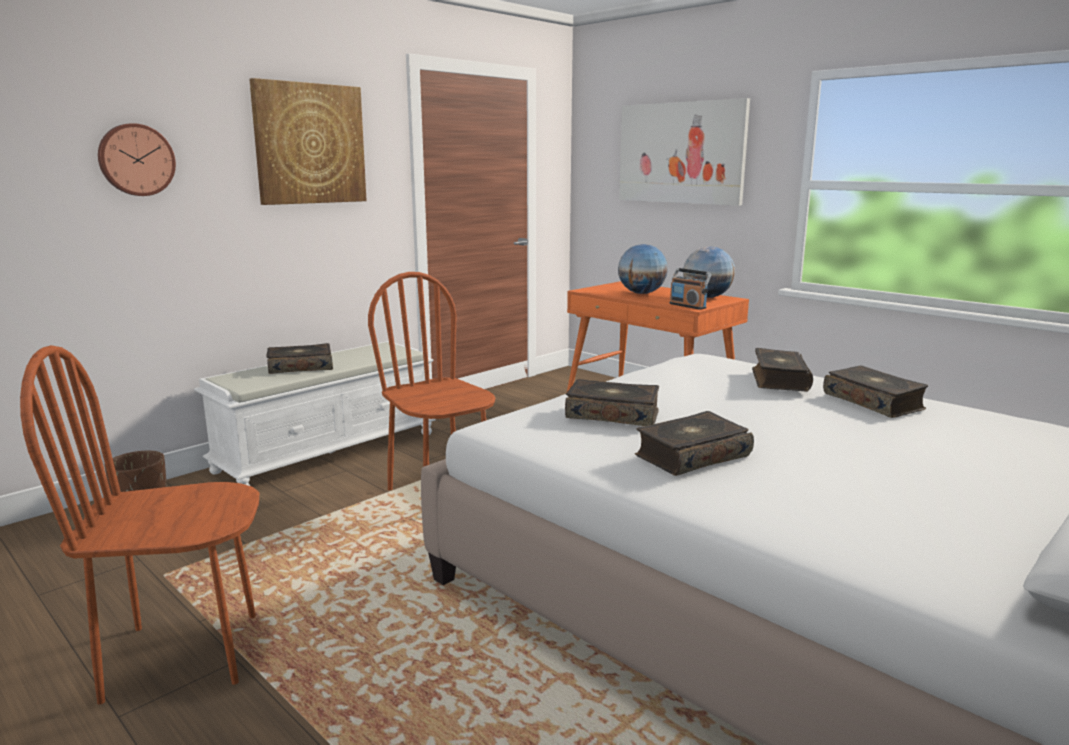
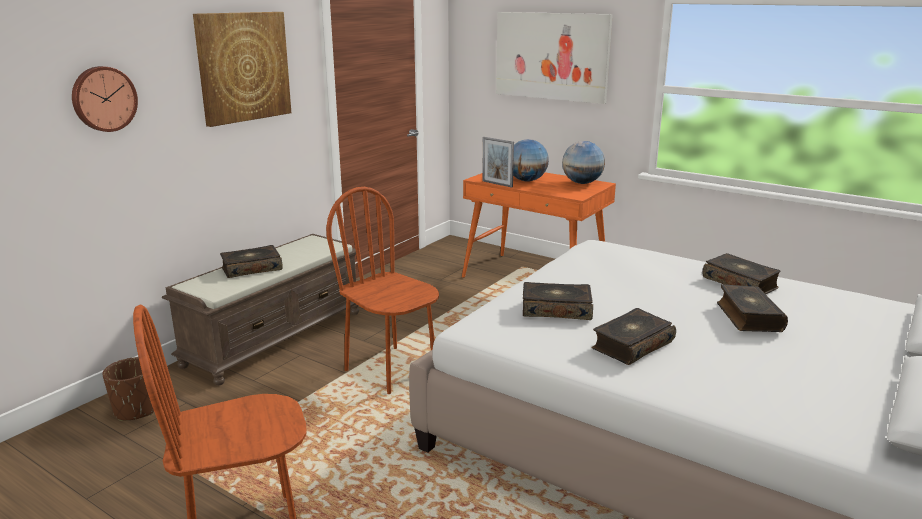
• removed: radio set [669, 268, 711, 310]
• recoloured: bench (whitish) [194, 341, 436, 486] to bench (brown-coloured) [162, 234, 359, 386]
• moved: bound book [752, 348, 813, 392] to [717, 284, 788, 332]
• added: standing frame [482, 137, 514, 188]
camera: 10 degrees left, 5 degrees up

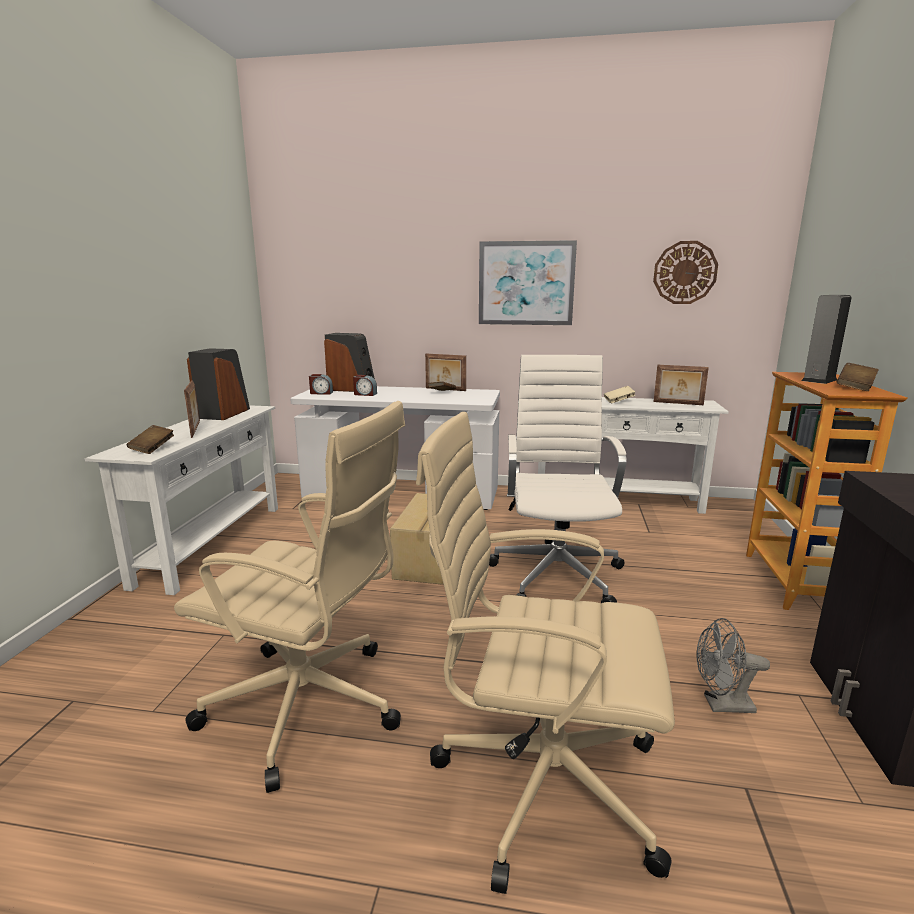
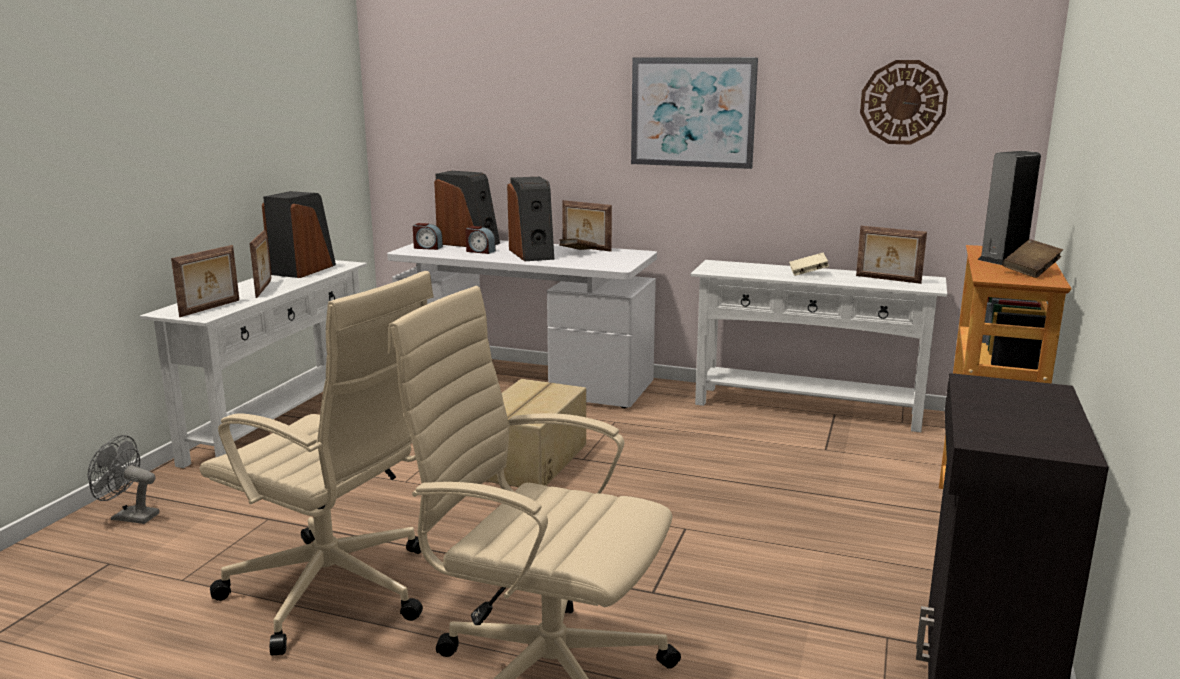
• removed: computer chair (whitish) [489, 355, 627, 603]
• replaced: bound book (brown-coloured) [127, 425, 174, 454] to standing frame [171, 245, 239, 317]
• moved: cooling fan (grey) [696, 618, 770, 713] to [88, 435, 159, 524]
• added: audio speaker [507, 177, 554, 261]
camera: 10 degrees right, 0 degrees up

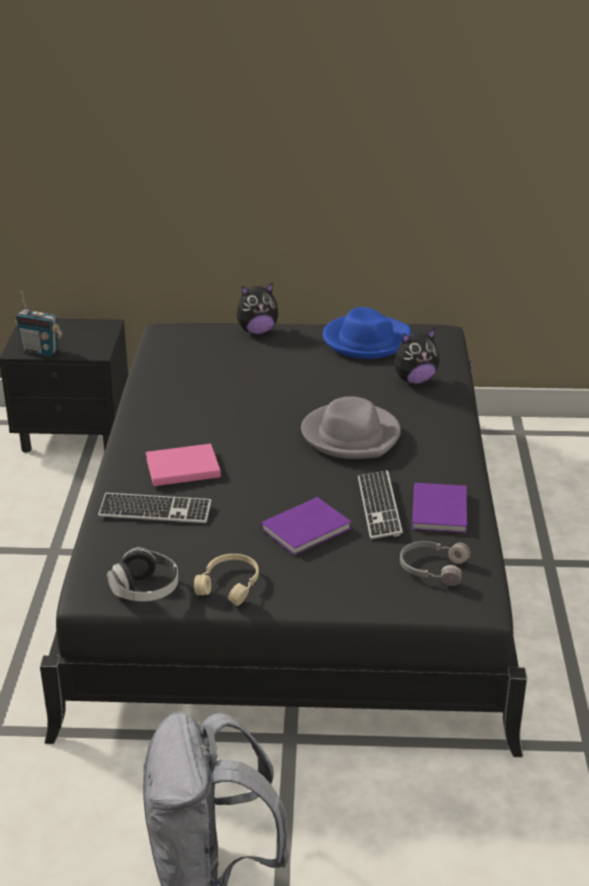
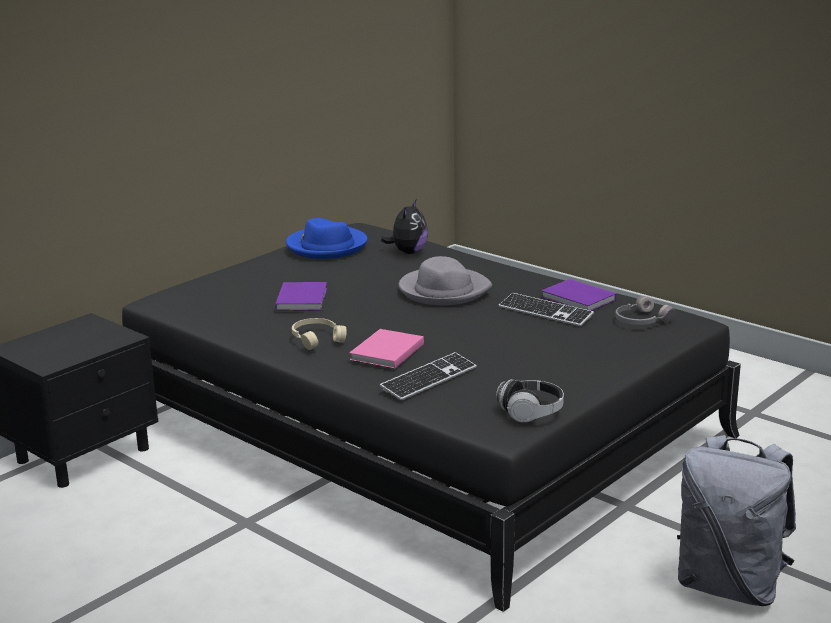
• removed: cuddly toy [237, 282, 278, 334]
• removed: radio set [15, 291, 63, 356]
• moved: bound book (purple) [261, 497, 351, 556] to [275, 282, 327, 311]
• moved: headset (sand-coloured) [194, 554, 259, 606] to [292, 318, 347, 350]
camera: 50 degrees left, 10 degrees down

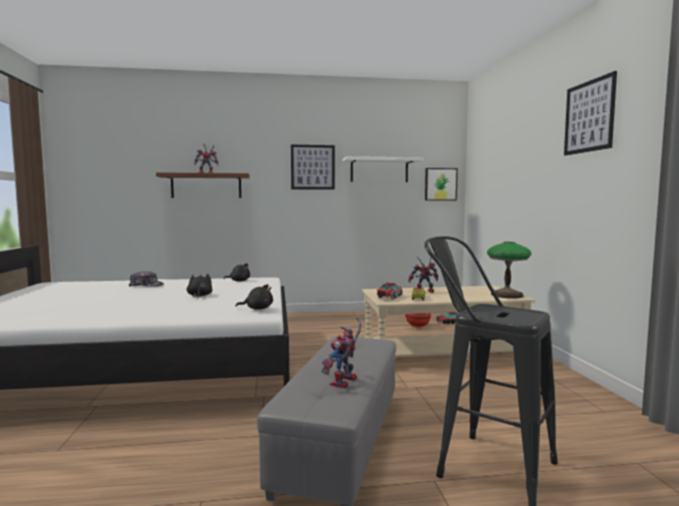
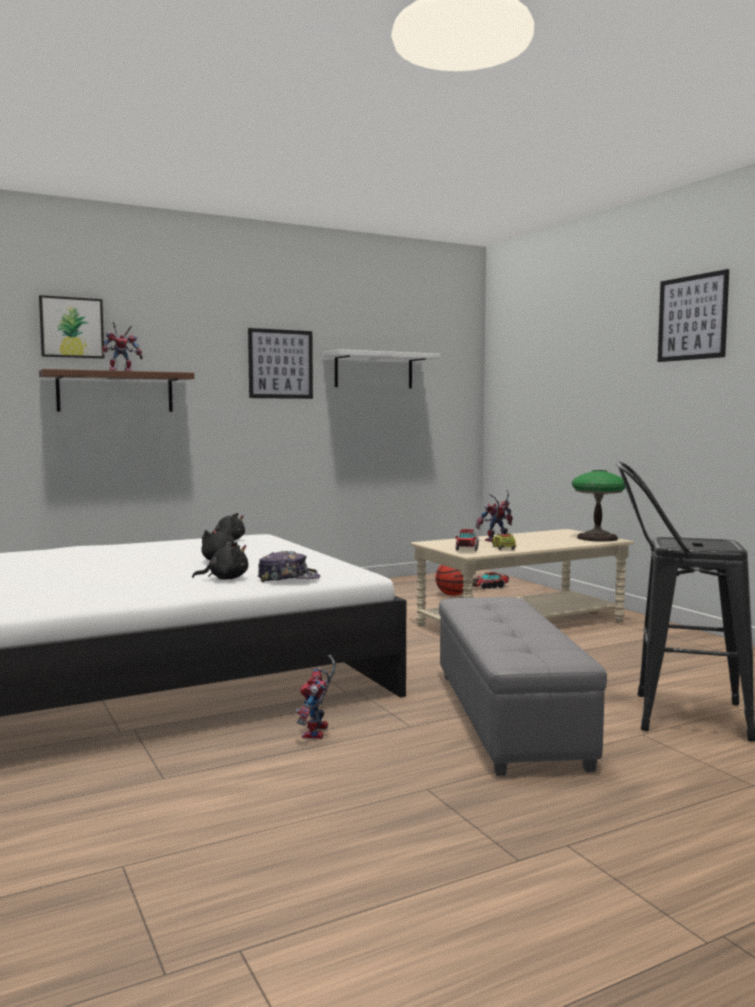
• moved: wall art [425, 168, 458, 201] to [39, 295, 104, 358]
• moved: peaked cap [129, 271, 164, 287] to [258, 551, 320, 582]
• moved: cuddly toy (black-coloured) [236, 284, 273, 310] to [192, 542, 248, 580]
• moved: toy robot [321, 317, 361, 388] to [296, 655, 336, 739]
camera: 20 degrees left, 0 degrees up

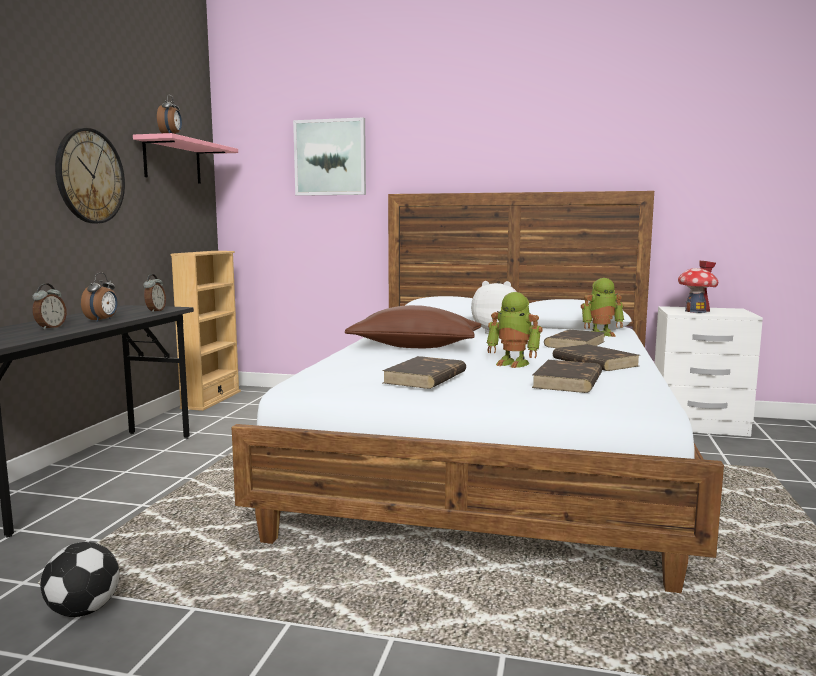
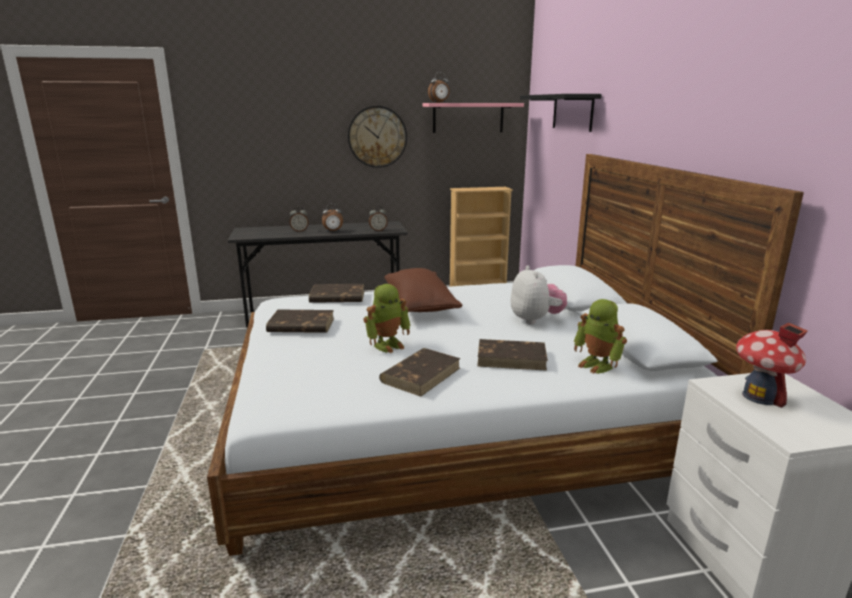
• replaced: wall art [293, 118, 366, 196] to bracket shelf (black-coloured) [520, 94, 602, 132]
• turned: toy robot [487, 292, 543, 368] = [363, 284, 411, 353] 135 degrees counterclockwise
• moved: bound book (brown-coloured) [532, 360, 602, 393] to [309, 284, 364, 303]
• removed: ball for football [40, 542, 119, 617]
camera: 65 degrees right, 10 degrees up

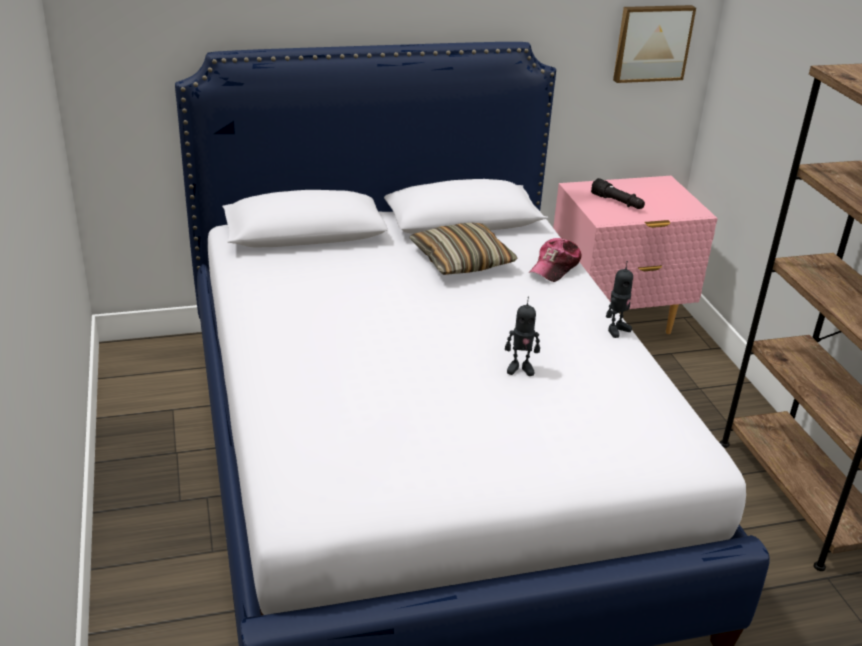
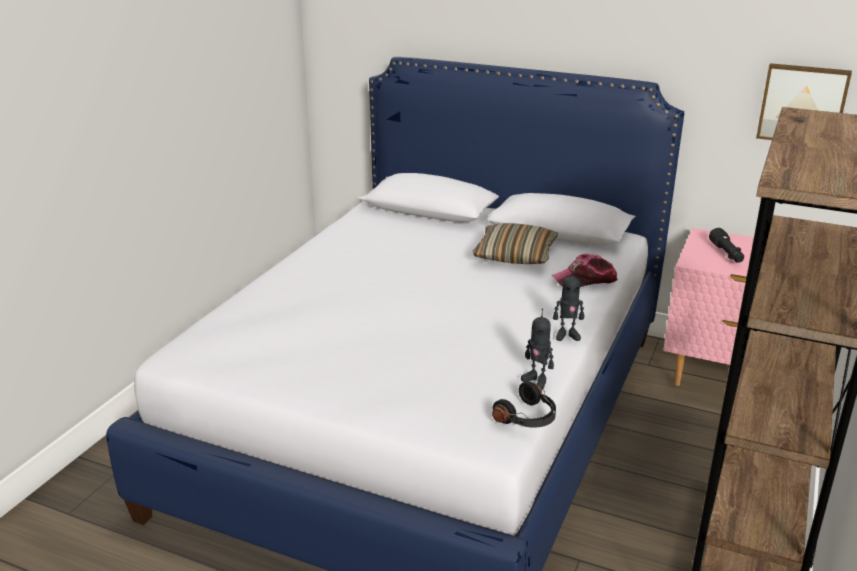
• moved: toy robot [505, 296, 540, 376] to [521, 308, 554, 389]
• added: headset (black-coloured) [492, 381, 556, 427]
camera: 40 degrees right, 5 degrees down

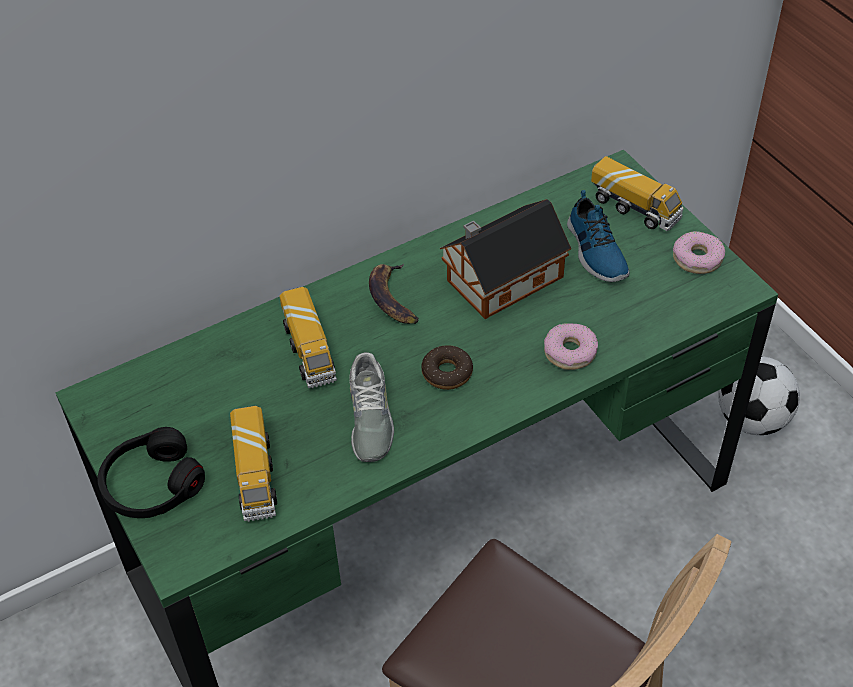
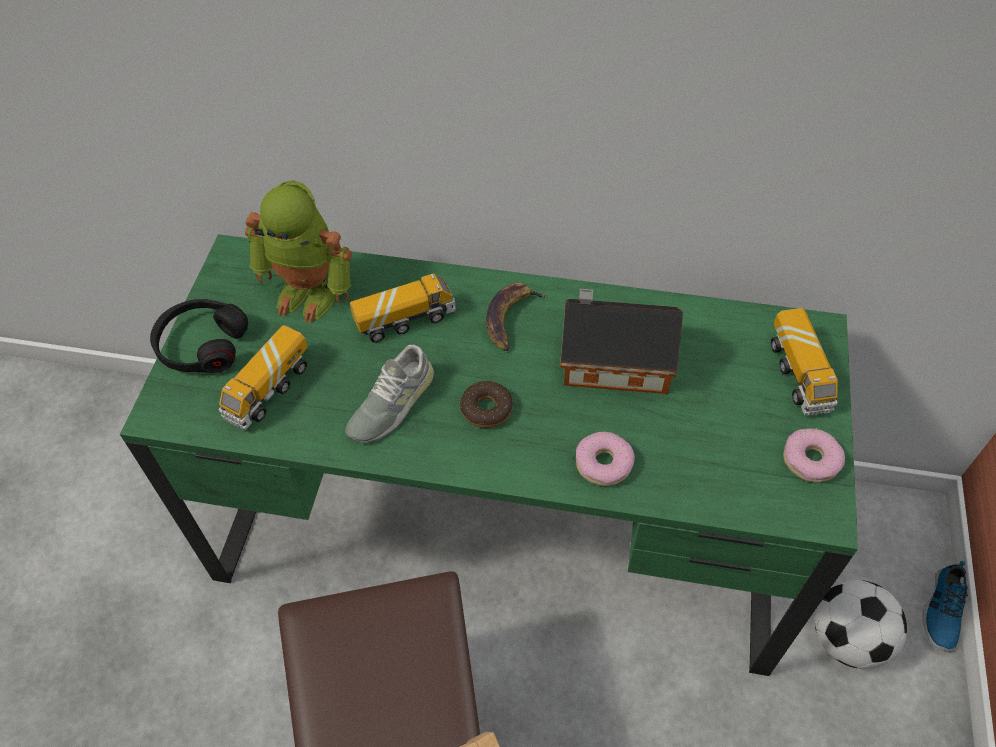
• moved: shoe [567, 190, 630, 282] to [922, 561, 968, 652]
• turned: toy lorry [279, 287, 337, 388] = [350, 273, 456, 343] 135 degrees counterclockwise
• added: toy robot [245, 180, 352, 324]
camera: 40 degrees right, 5 degrees up

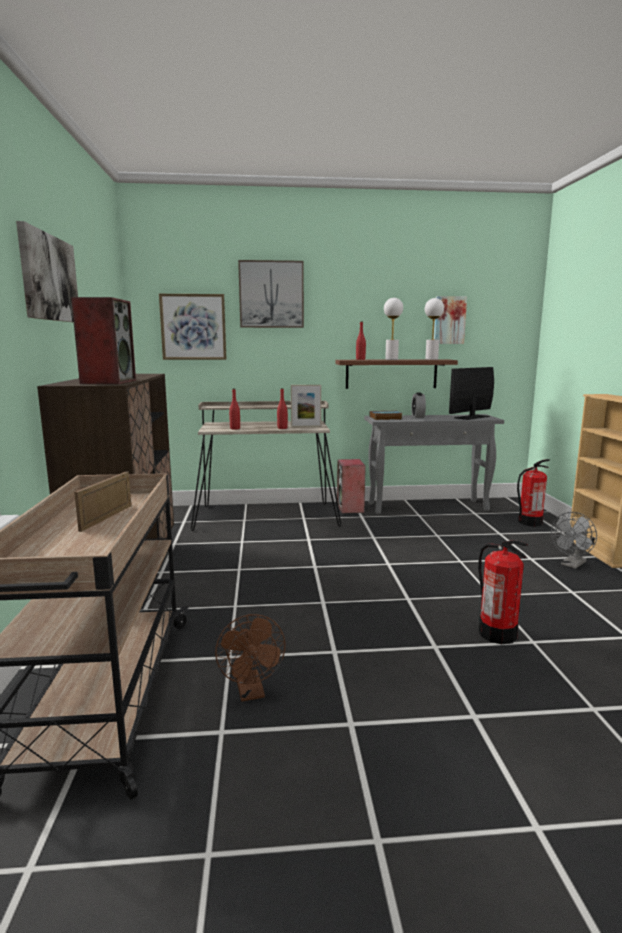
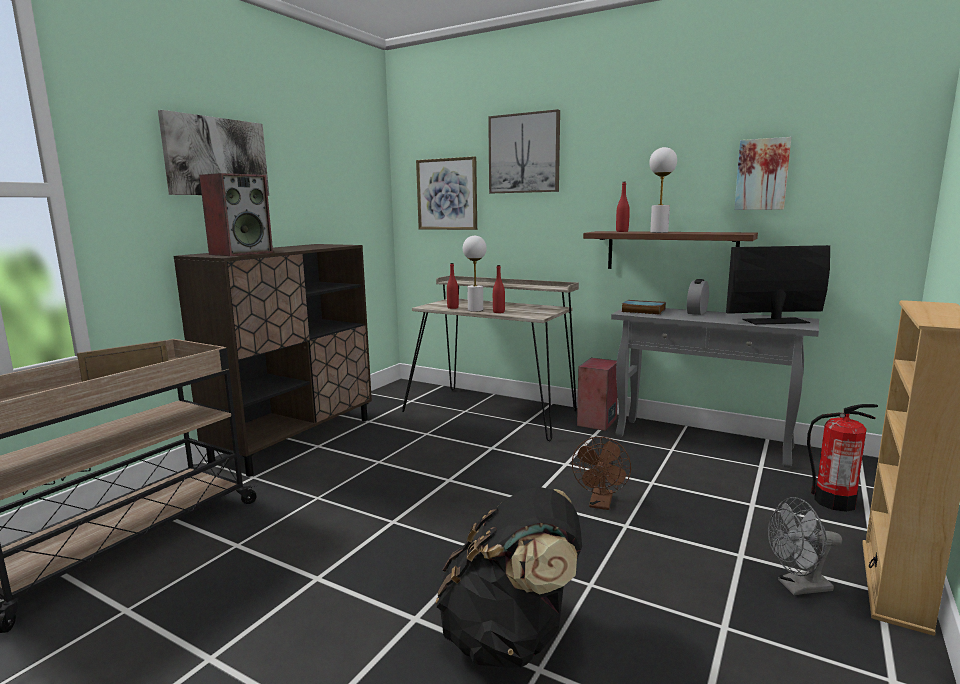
• moved: lamp for a table (whitish) [425, 298, 444, 360] to [463, 236, 487, 312]
• removed: standing frame [291, 385, 321, 427]
• replaced: fire-fighting cylinder [478, 541, 528, 644] to backpack (black-coloured) [436, 487, 582, 668]
• moved: cooling fan (brown-coloured) [215, 614, 286, 702] to [572, 437, 631, 510]
camera: 35 degrees right, 0 degrees up

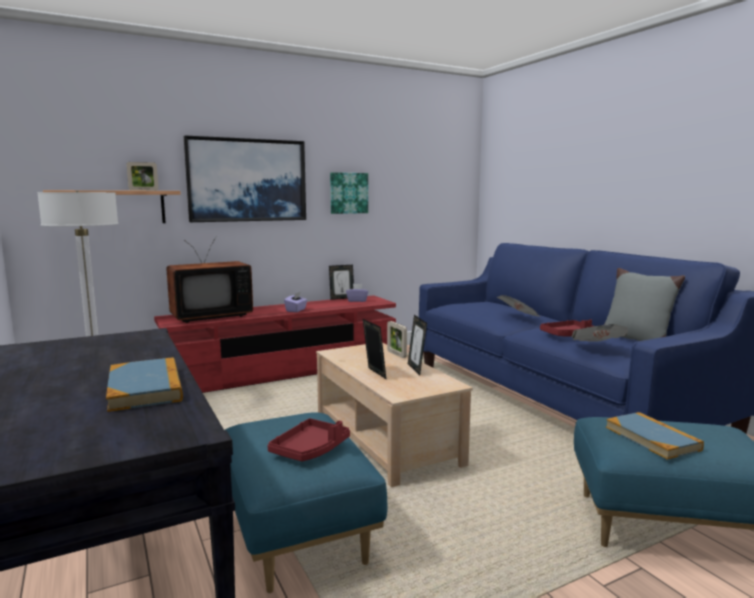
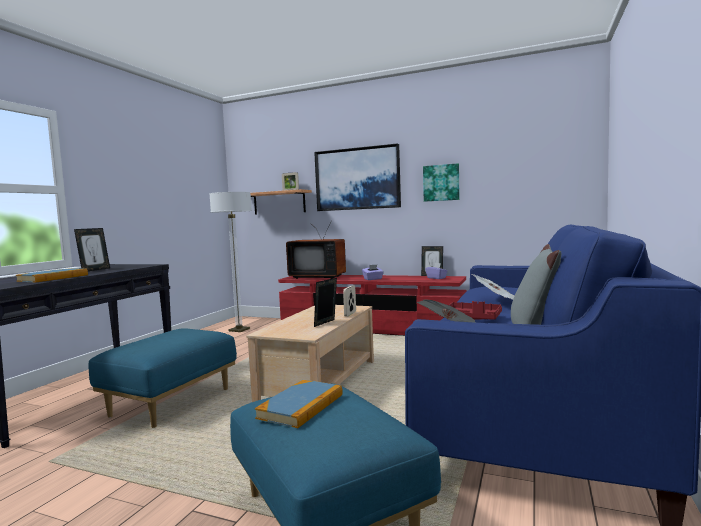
• moved: standing frame [363, 319, 387, 380] to [74, 228, 110, 271]
• removed: serving tray (reddish) [267, 418, 350, 461]
camera: 50 degrees right, 5 degrees down

